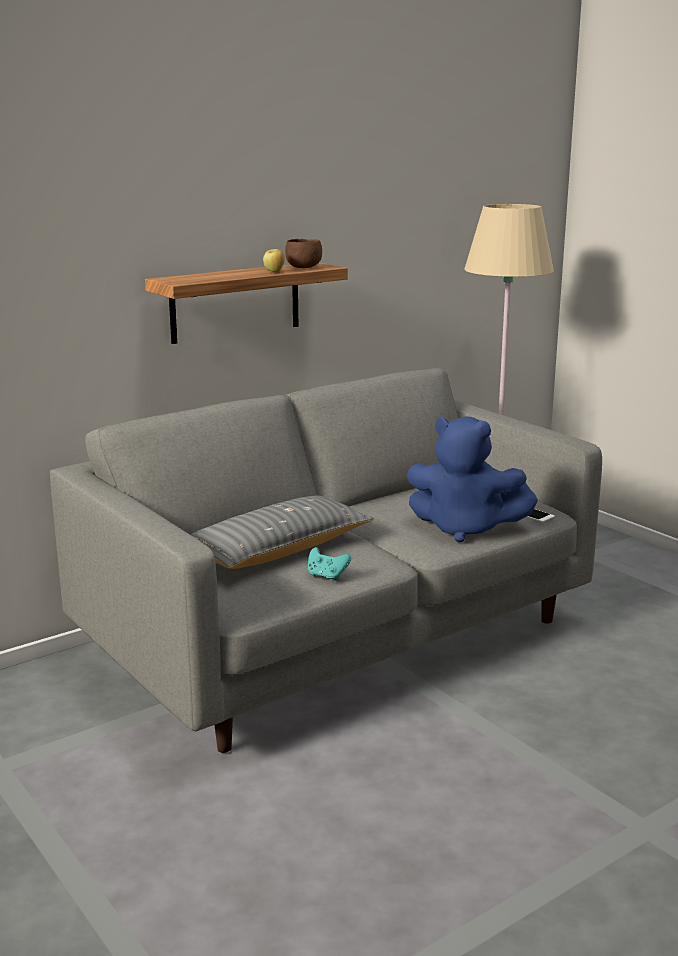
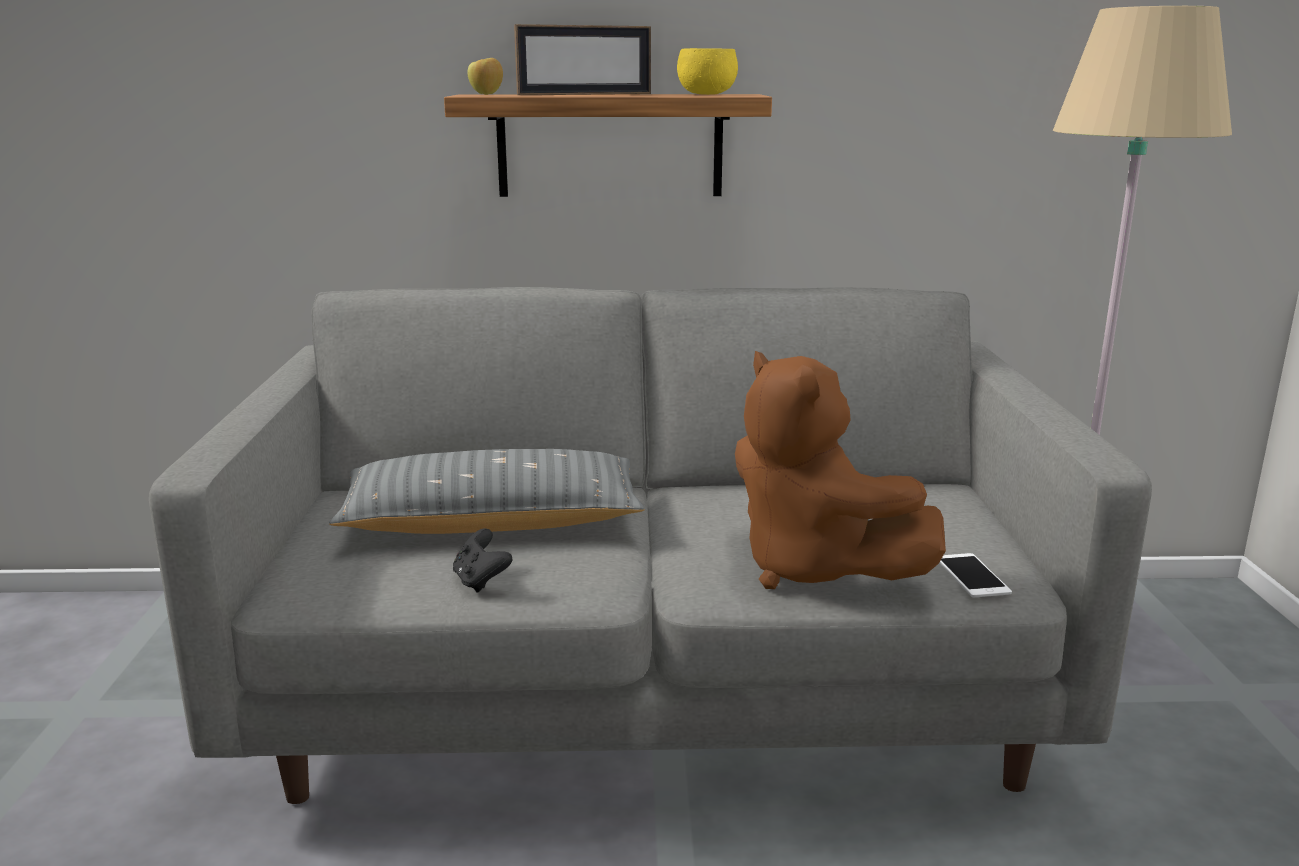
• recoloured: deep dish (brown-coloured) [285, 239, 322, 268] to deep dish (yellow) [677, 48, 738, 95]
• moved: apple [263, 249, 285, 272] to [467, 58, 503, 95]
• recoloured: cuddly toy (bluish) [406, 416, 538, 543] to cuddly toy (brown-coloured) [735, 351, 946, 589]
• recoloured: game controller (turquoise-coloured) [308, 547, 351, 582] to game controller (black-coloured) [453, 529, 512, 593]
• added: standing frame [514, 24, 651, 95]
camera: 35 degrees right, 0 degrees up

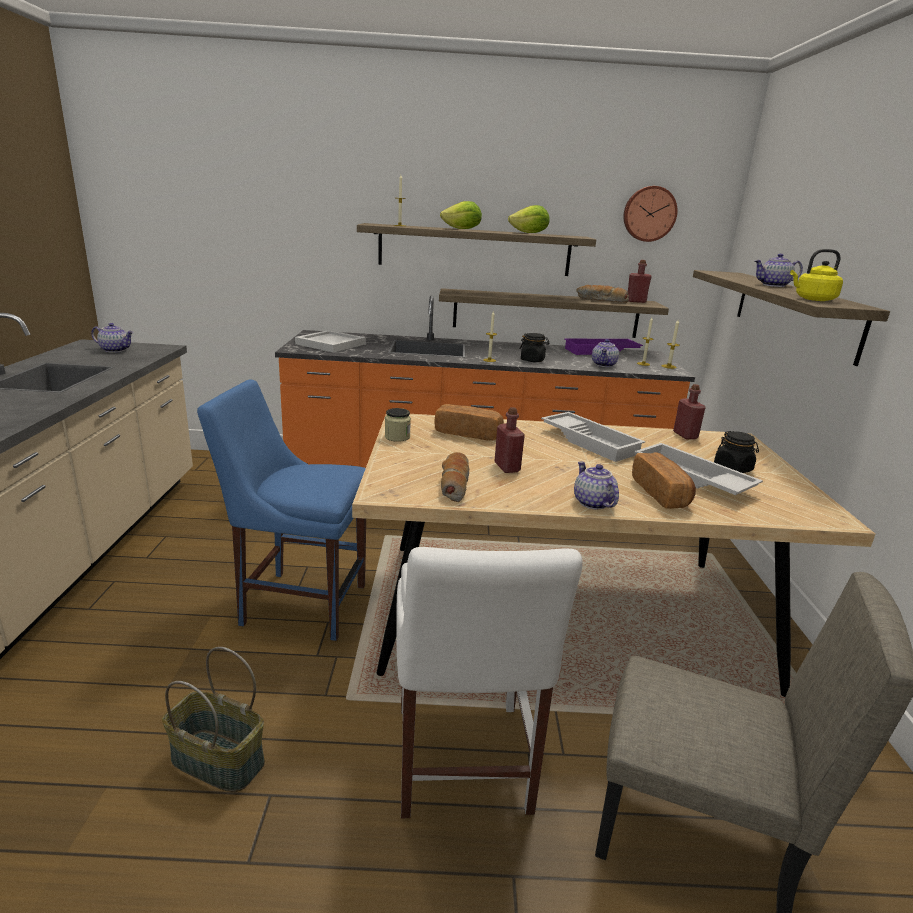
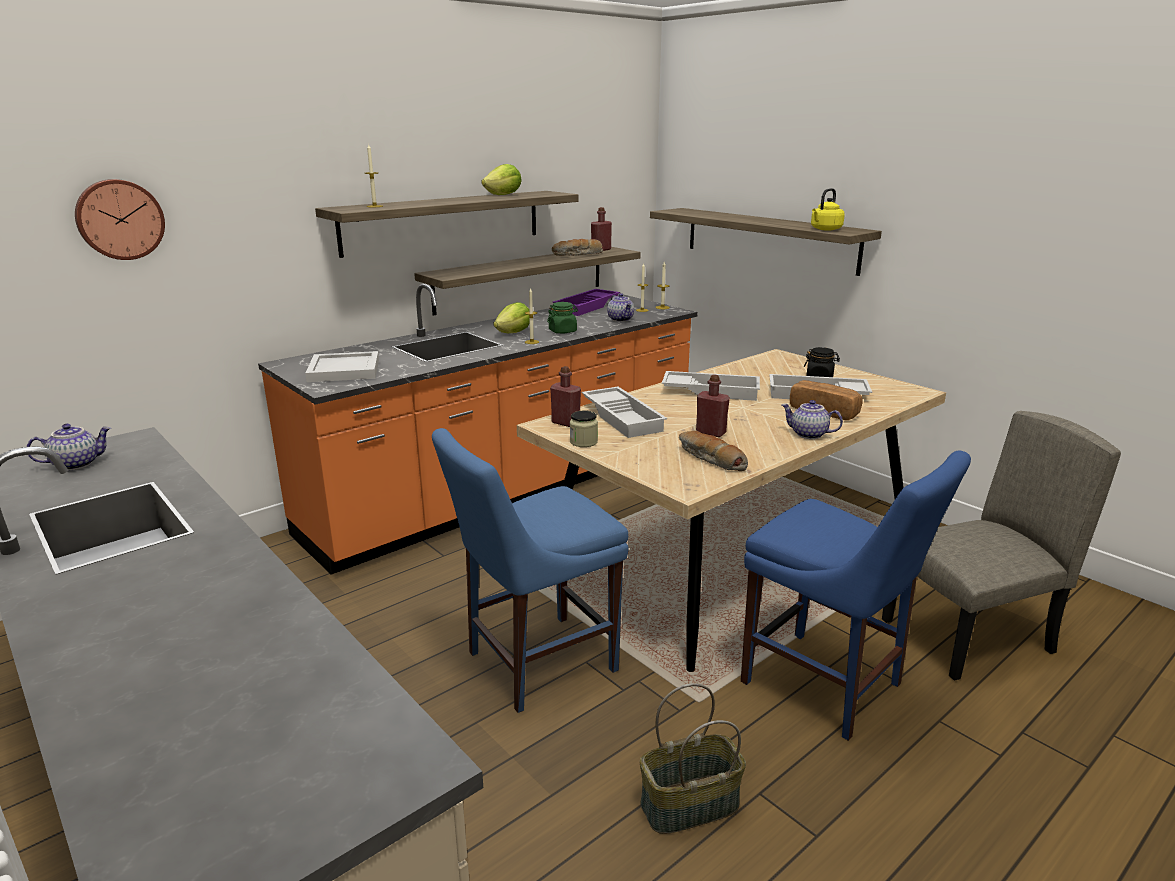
• moved: clock on the wall [623, 186, 678, 242] to [75, 179, 165, 260]
• moved: lettuce head [440, 201, 482, 229] to [494, 302, 530, 333]
• removed: teapot [755, 253, 803, 287]
• recoloured: preserve jar (black-coloured) [519, 333, 550, 362] to preserve jar (green-coloured) [547, 302, 578, 333]
• moved: bottle (reddish) [673, 384, 706, 439] to [550, 366, 581, 427]
• replaced: bakery bread [435, 404, 504, 441] to serving tray (whitish) [582, 387, 667, 438]
• recoloured: chair (whitish) [396, 547, 583, 819] to chair (bluish) [741, 451, 971, 741]
camera: 40 degrees left, 0 degrees up

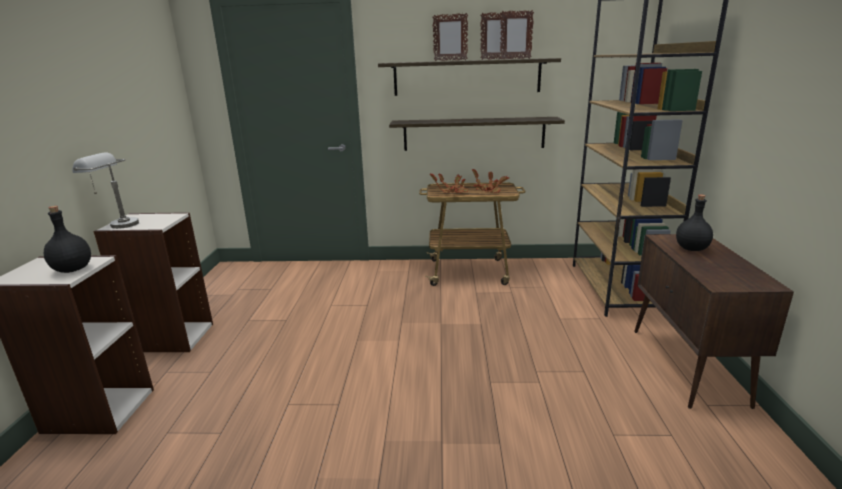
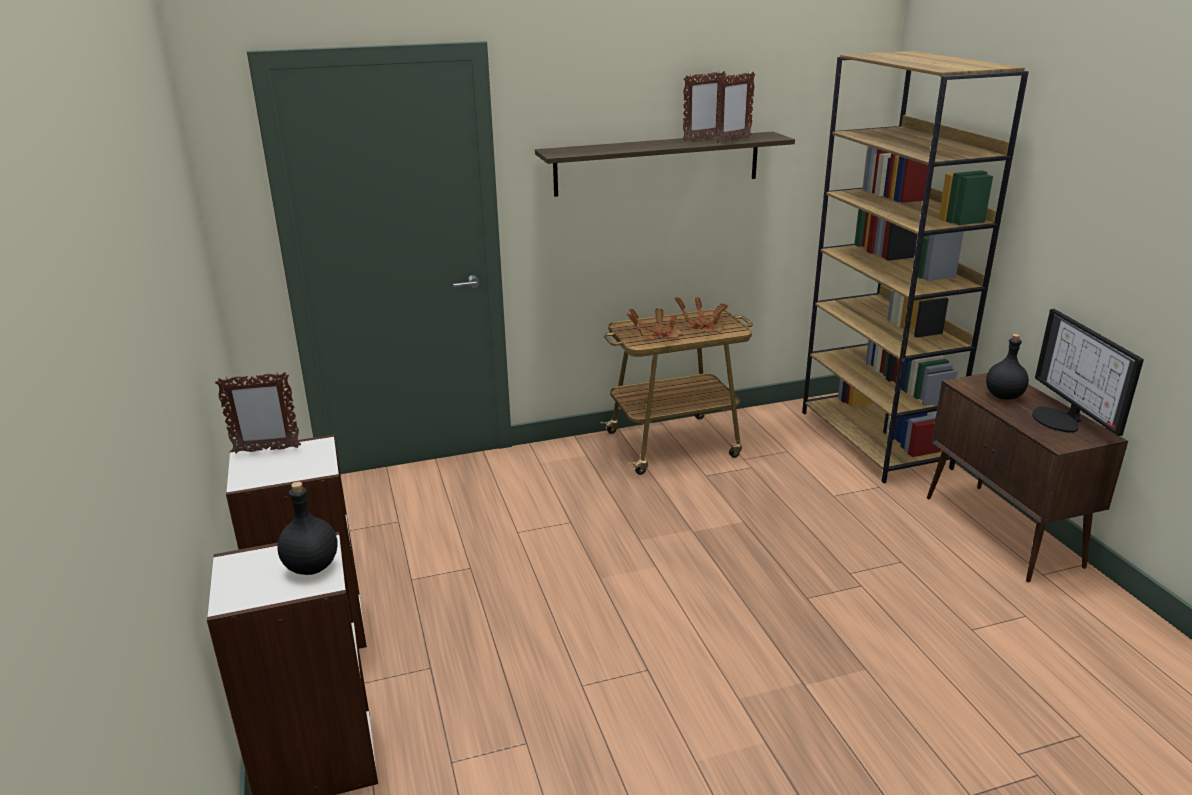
• moved: standing frame [432, 13, 468, 61] to [215, 372, 301, 453]
• removed: bracket shelf [389, 117, 565, 151]
• removed: lamp for a table (grey) [72, 152, 139, 229]
• added: computer screen [1032, 309, 1144, 436]
camera: 20 degrees left, 5 degrees up

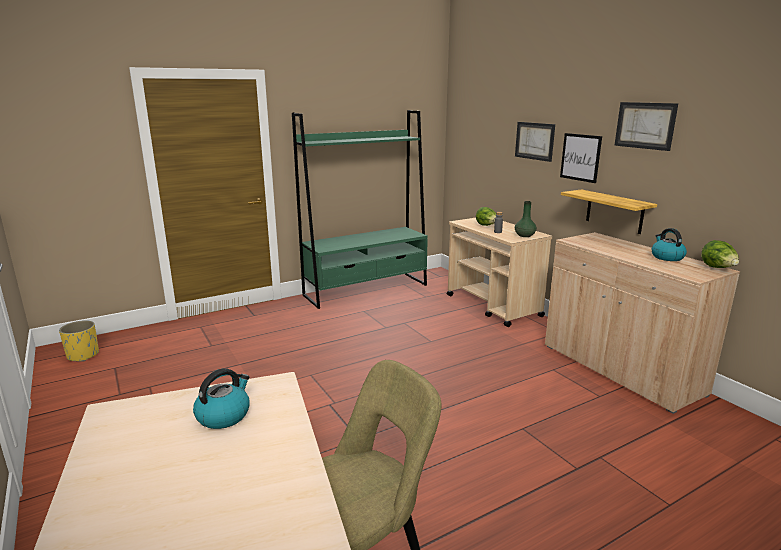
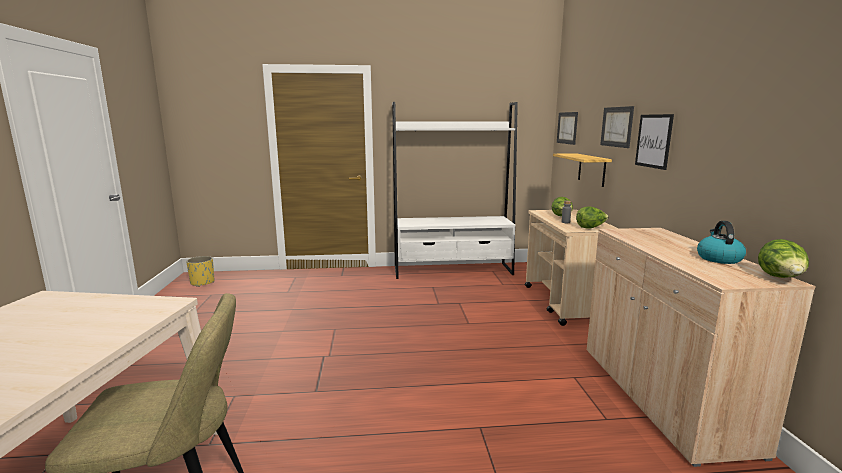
• moved: wall art [614, 102, 678, 151] to [557, 112, 578, 145]
• recoloured: bookshelf (green-coloured) [292, 110, 428, 309] to bookshelf (whitish) [392, 102, 518, 279]
• moved: bracket shelf [561, 189, 657, 234] to [553, 153, 612, 187]
• replaced: flower vase (green-coloured) [515, 201, 537, 237] to lettuce head [576, 206, 609, 229]
• removed: kettle [193, 368, 250, 429]
camera: 25 degrees right, 5 degrees down

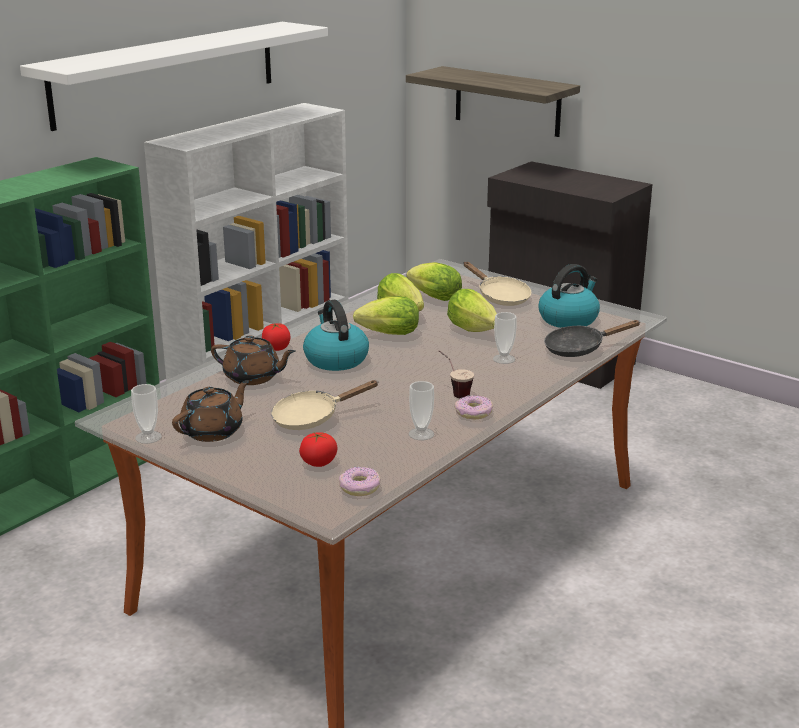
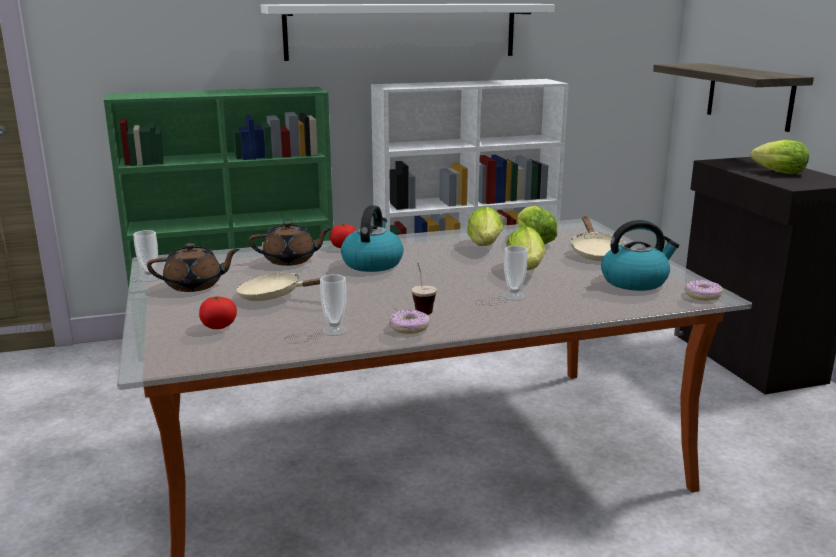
• moved: lettuce head [353, 296, 419, 335] to [751, 140, 809, 174]
• removed: pan (black-coloured) [544, 320, 641, 357]
• turned: teapot (brown-coloured) [211, 335, 296, 385] = [249, 221, 332, 266] 60 degrees counterclockwise
• moved: donut [339, 467, 381, 496] to [684, 280, 723, 301]
camera: 35 degrees right, 5 degrees down

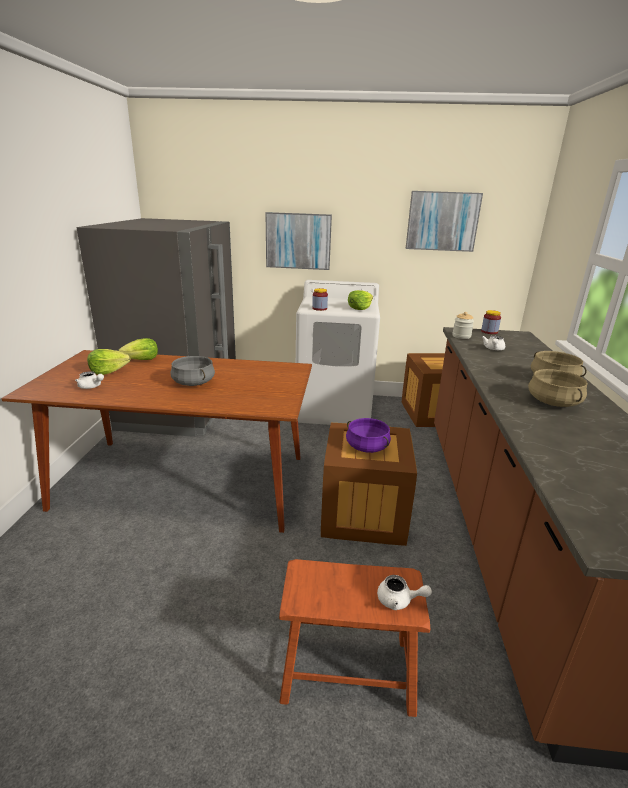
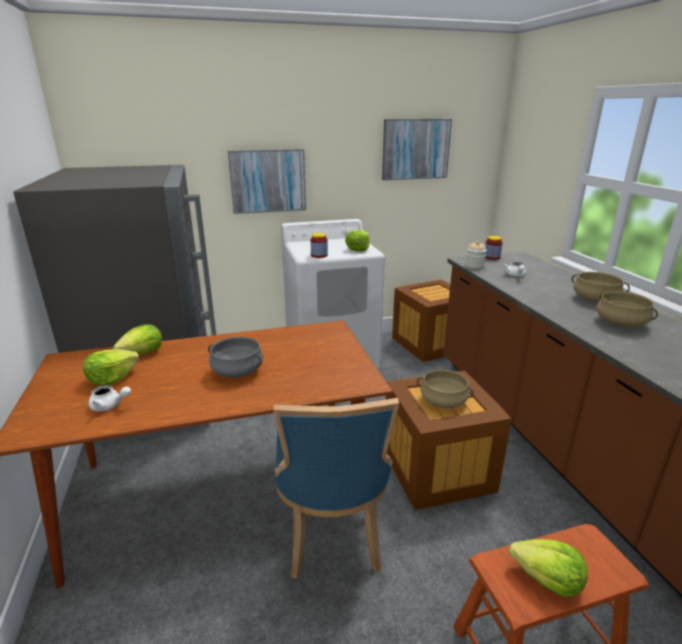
• recoloured: cooking pot (purple) [346, 418, 391, 453] to cooking pot (sand-coloured) [417, 370, 474, 408]
• removed: teapot (whitish) [377, 575, 432, 610]
• added: chair (bluish) [273, 398, 399, 579]
• added: lettuce head [509, 539, 588, 598]
camera: 20 degrees left, 0 degrees up

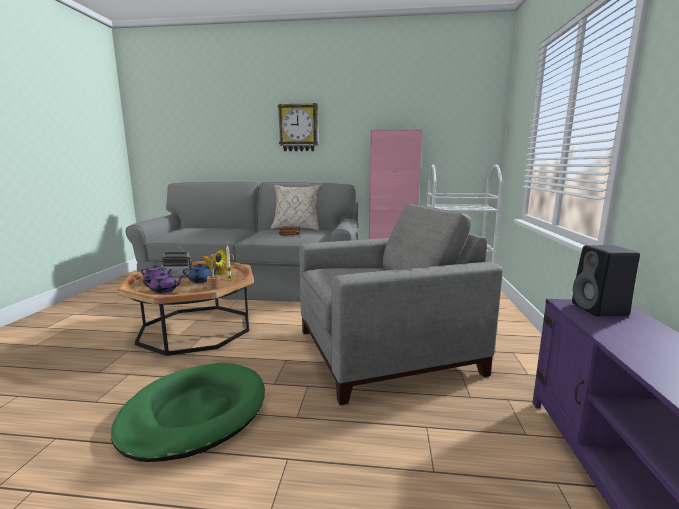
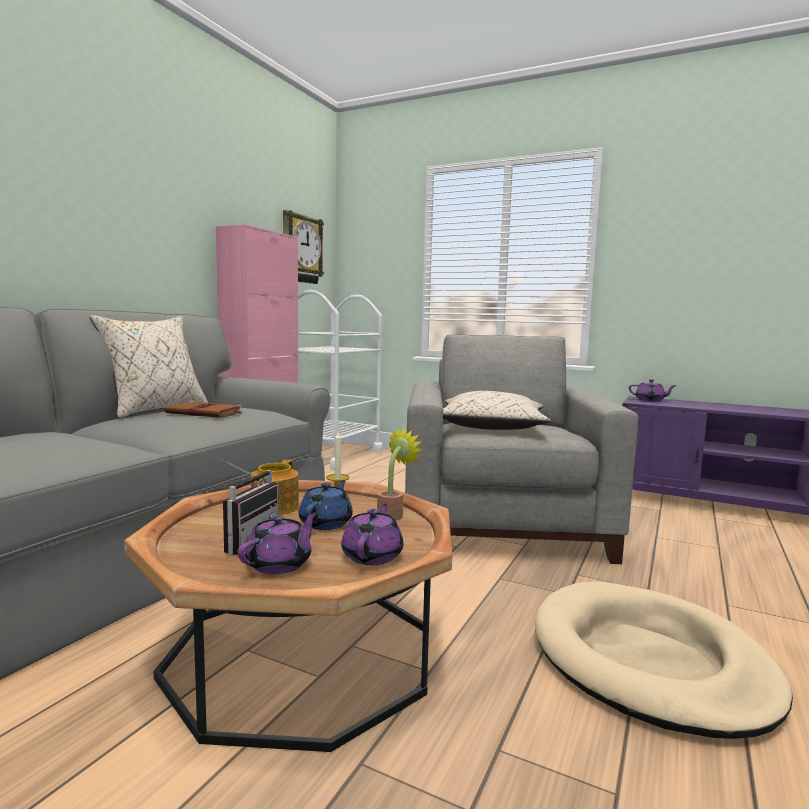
• moved: clock on the wall [278, 103, 319, 151] to [283, 210, 324, 284]
• replaced: audio speaker (black-coloured) [572, 245, 640, 316] to teapot (purple) [629, 379, 677, 402]
• recoloured: dog cushion (green-coloured) [111, 363, 265, 462] to dog cushion (sand-coloured) [535, 581, 793, 739]
• added: throw pillow (sand-coloured) [443, 391, 551, 430]
camera: 70 degrees left, 5 degrees down

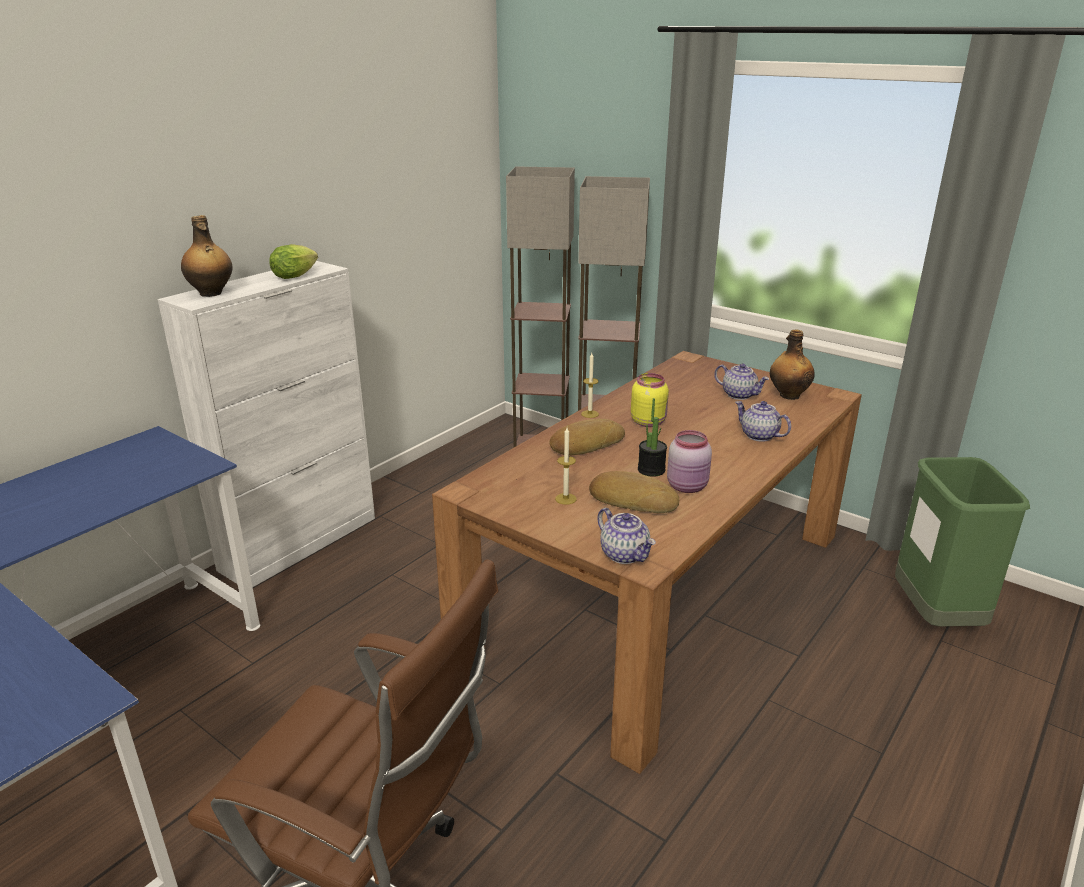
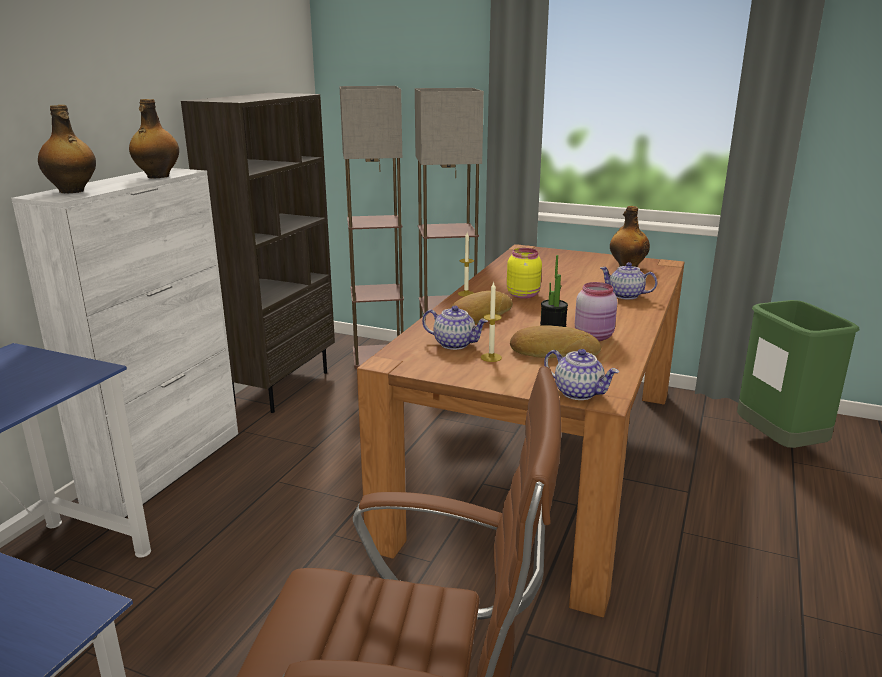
• replaced: lettuce head [269, 244, 318, 279] to bottle [129, 99, 179, 178]
• moved: teapot [714, 363, 769, 400] to [422, 306, 488, 350]
• added: bookshelf (brown-coloured) [181, 93, 335, 413]
camera: 15 degrees left, 5 degrees down

